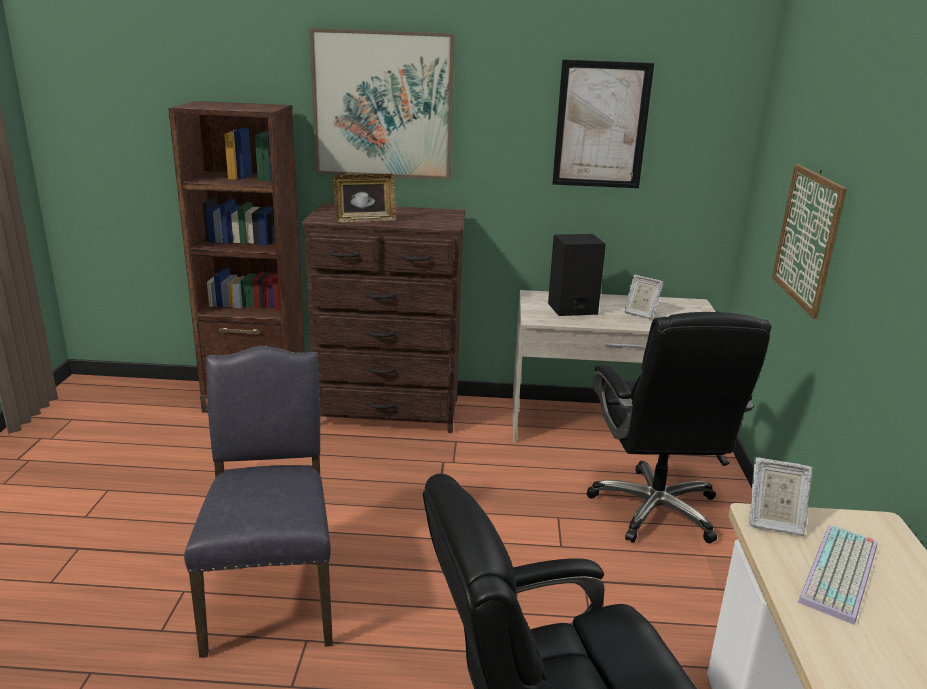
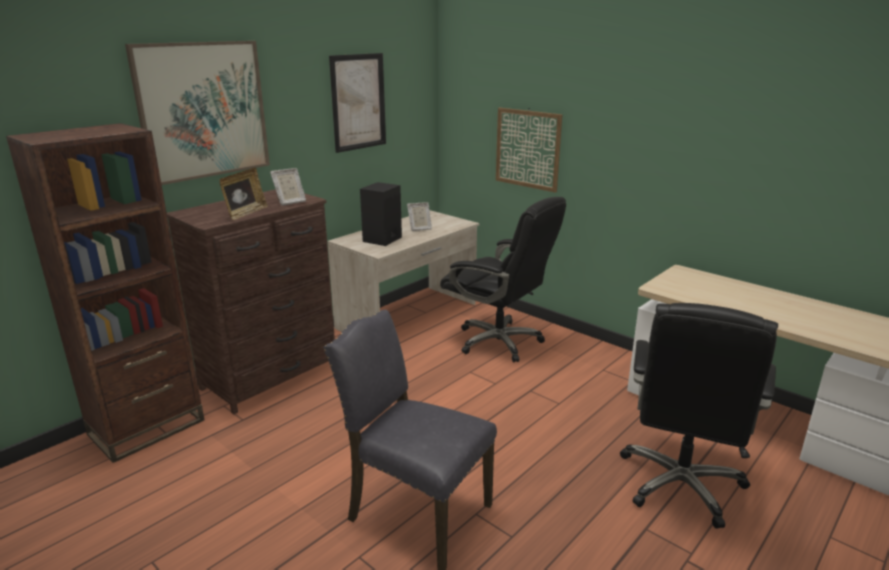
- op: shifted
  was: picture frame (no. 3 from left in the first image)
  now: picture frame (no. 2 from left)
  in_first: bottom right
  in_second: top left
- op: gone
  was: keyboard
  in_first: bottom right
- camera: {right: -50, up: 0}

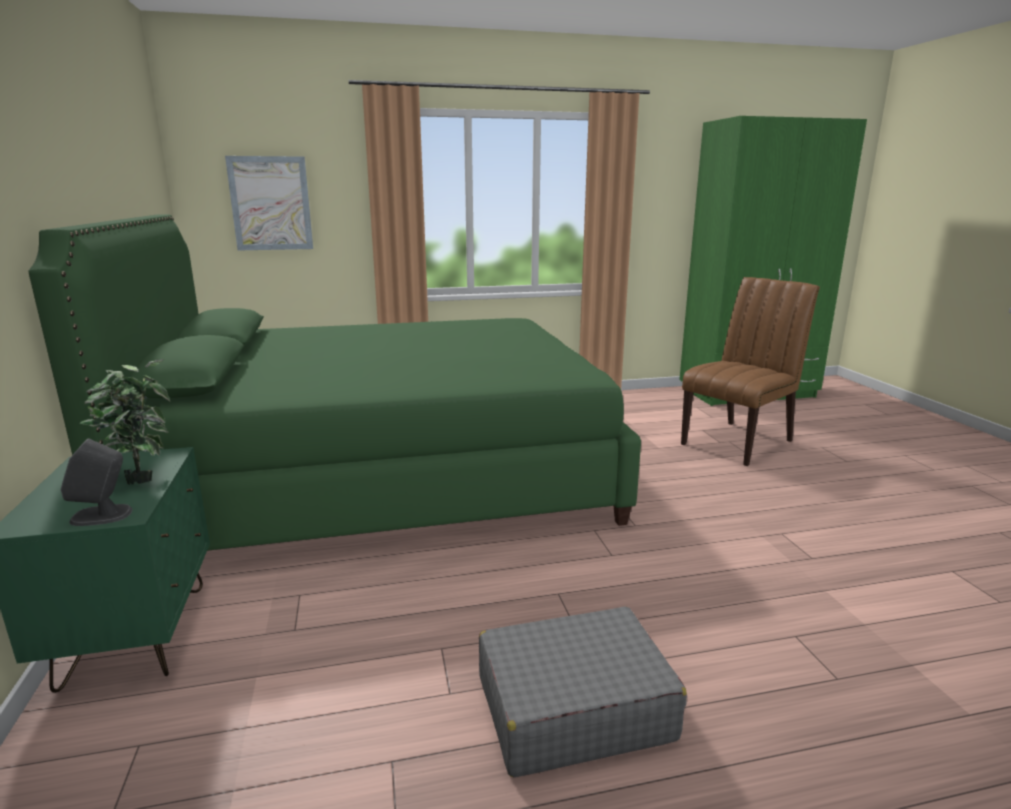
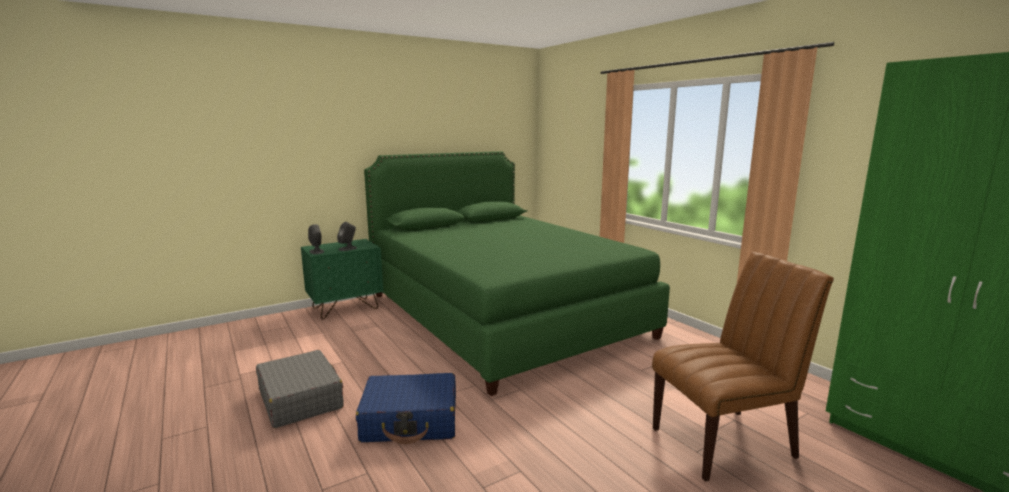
- op: gone
  was: picture
  in_first: top left
- op: rotated
  was: brown chair
  in_first: middle right
  in_second: bottom right
  clockwise: -45
- op: swapped
  was: potted plant
  now: grey speaker (no. 2 from left)
  in_first: middle left
  in_second: centre
- op: new
  now: blue suitcase
  in_second: bottom centre
- camera: {right: 70, up: -5}

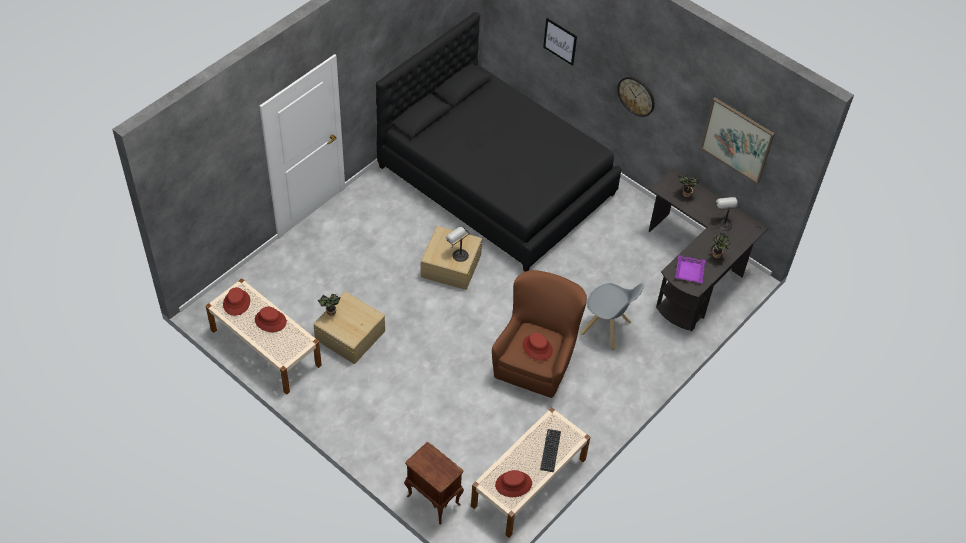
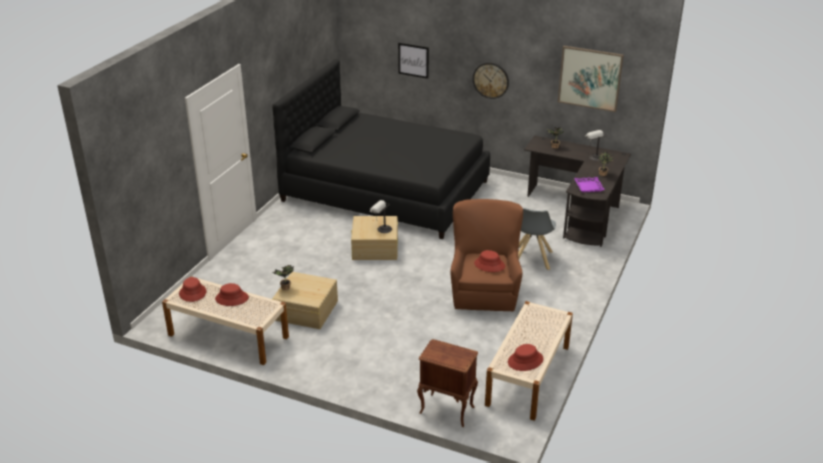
- op: rotated
  was: grey chair
  in_first: centre
  in_second: centre
  clockwise: 90
- op: gone
  was: keyboard
  in_first: bottom centre
- camera: {right: -15, up: -20}

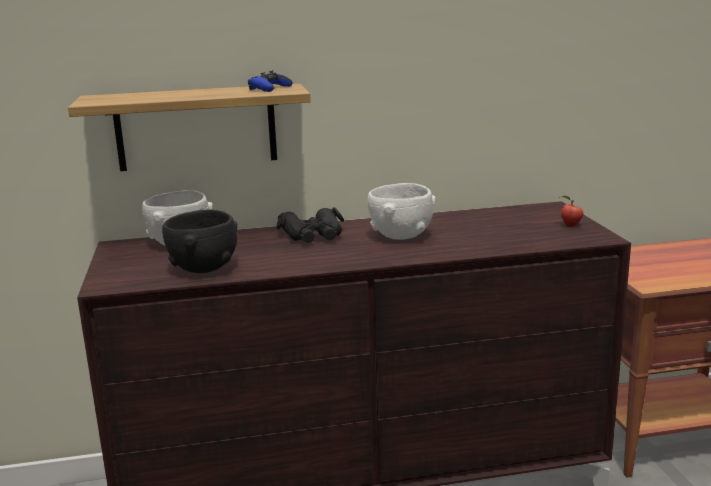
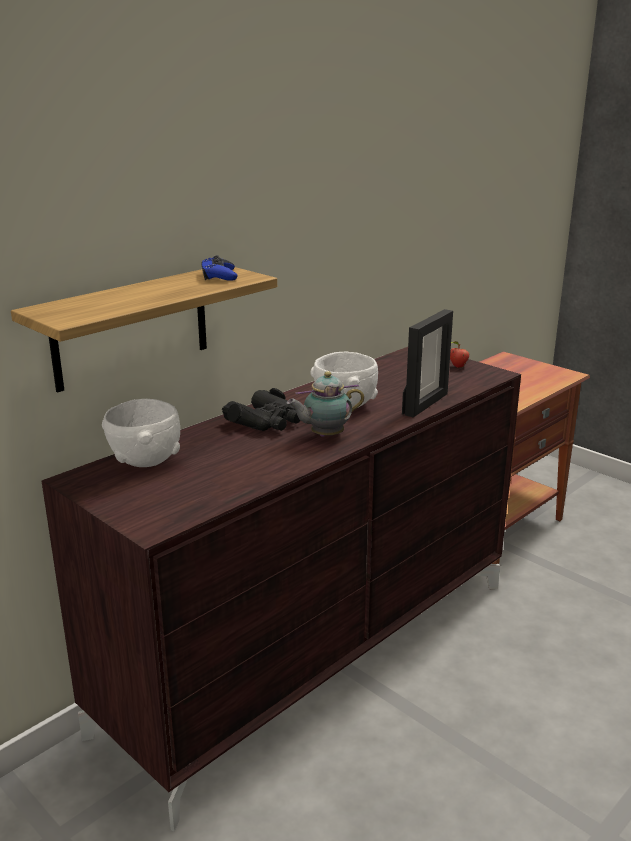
- op: gone
  was: black bowl
  in_first: middle left
- op: new
  now: picture frame
  in_second: middle right
- op: new
  now: teapot
  in_second: centre
- camera: {right: -35, up: 5}

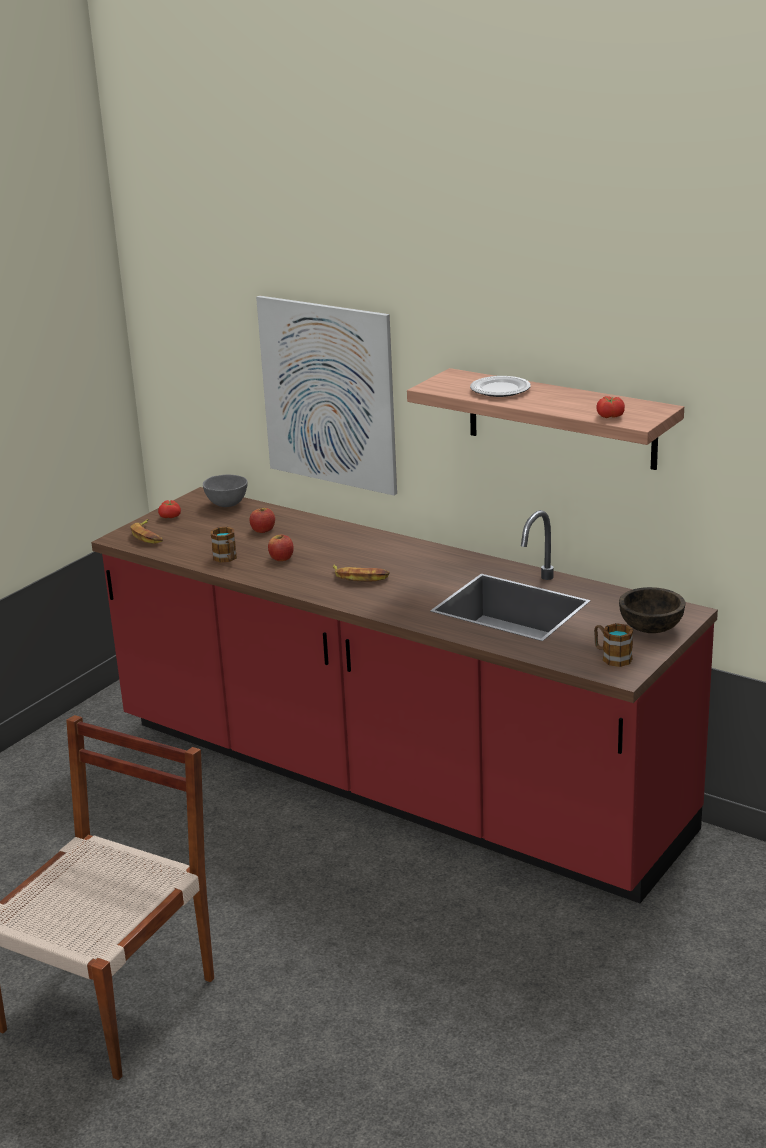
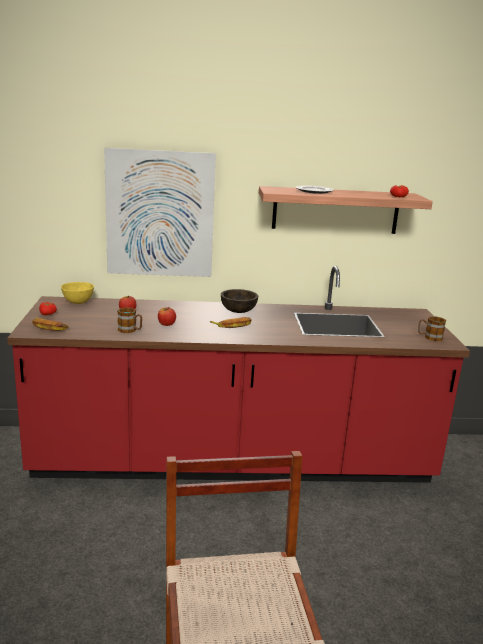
- op: repainted
  was: grey bowl
  now: yellow bowl
  in_first: middle left
  in_second: middle left
- op: shifted
  was: brown bowl
  in_first: middle right
  in_second: centre
- camera: {right: -40, up: -5}

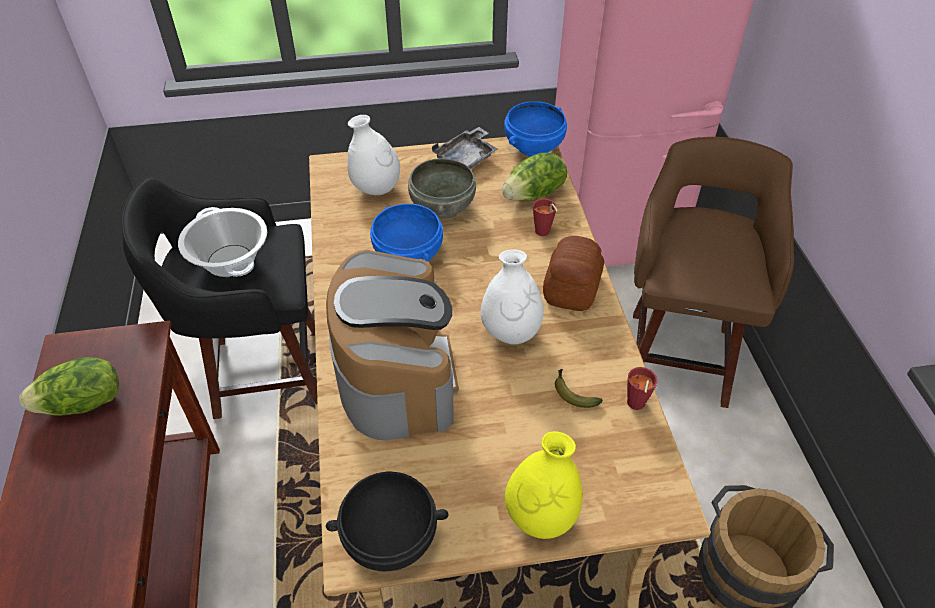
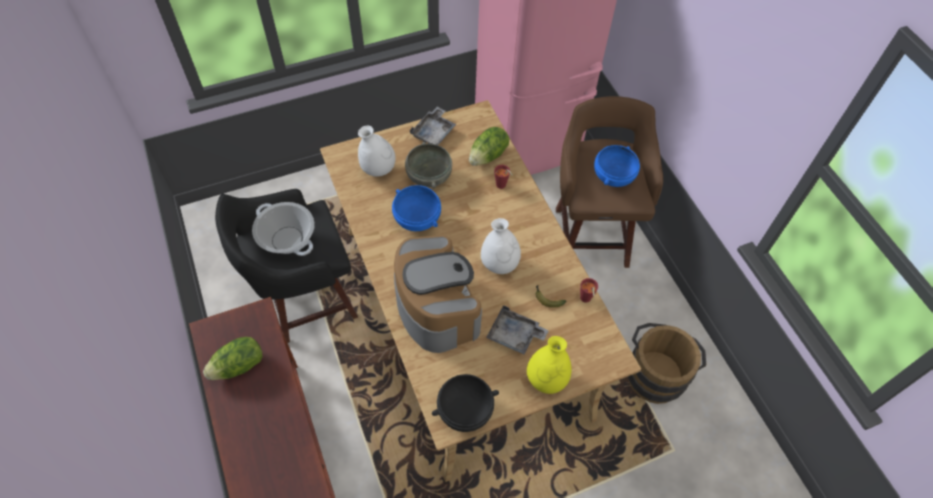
- op: shifted
  was: blue bowl (no. 2 from left)
  in_first: top centre
  in_second: centre
- op: gone
  was: bread
  in_first: centre
- op: new
  now: grey tray (no. 2 from left)
  in_second: centre
- camera: {right: -15, up: 10}

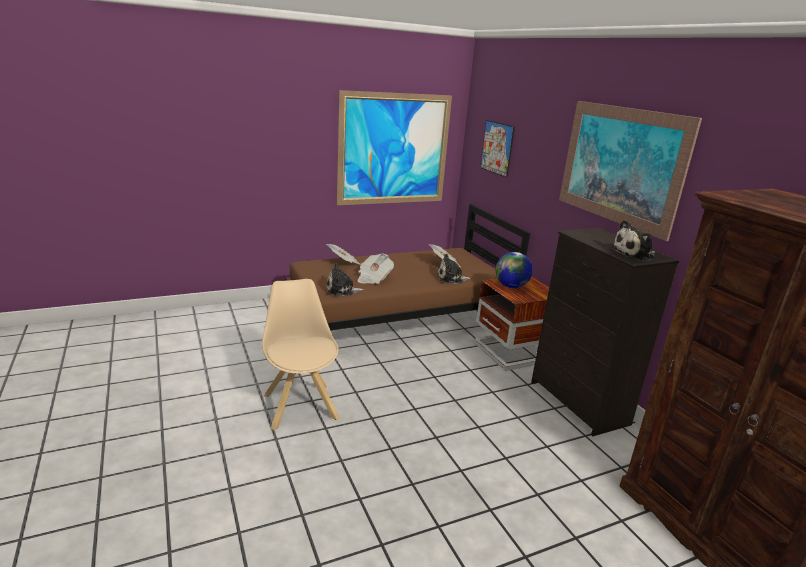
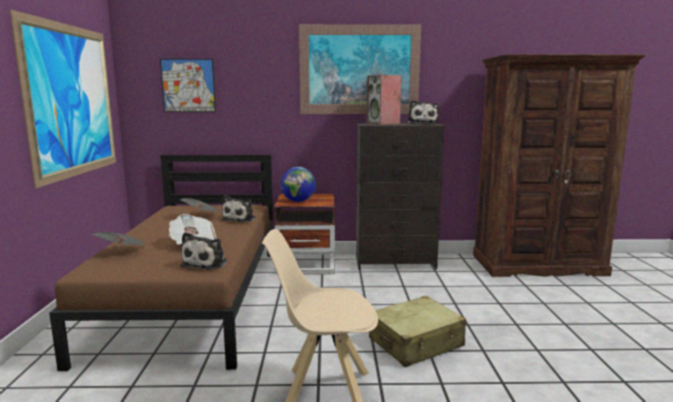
- op: new
  now: speaker
  in_second: top centre
- op: new
  now: beige suitcase
  in_second: bottom centre
- camera: {right: -65, up: -10}

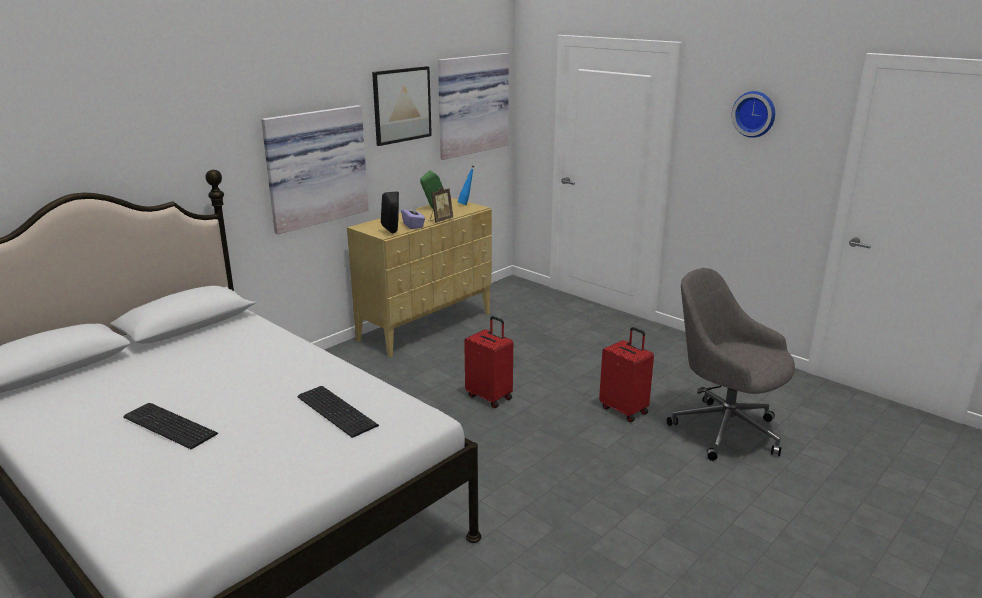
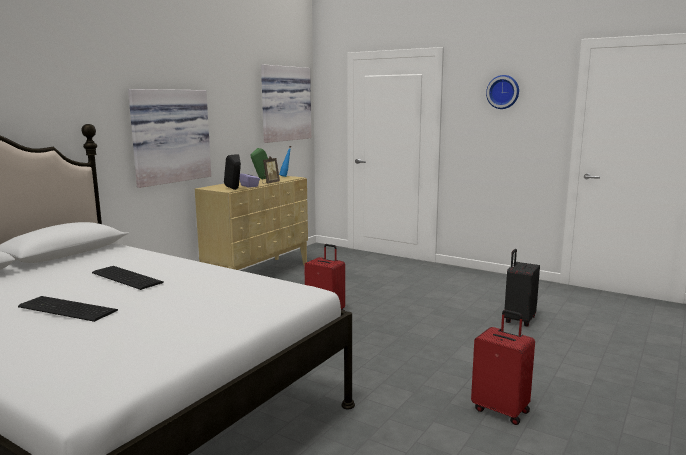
- op: gone
  was: picture (no. 2 from left)
  in_first: top centre
- op: swapped
  was: grey office chair
  now: black suitcase
  in_first: middle right
  in_second: middle right
- op: shifted
  was: red suitcase (no. 2 from left)
  in_first: centre
  in_second: bottom right
- op: shifted
  was: keyboard (no. 2 from left)
  in_first: bottom centre
  in_second: middle left
- camera: {right: -10, up: -10}

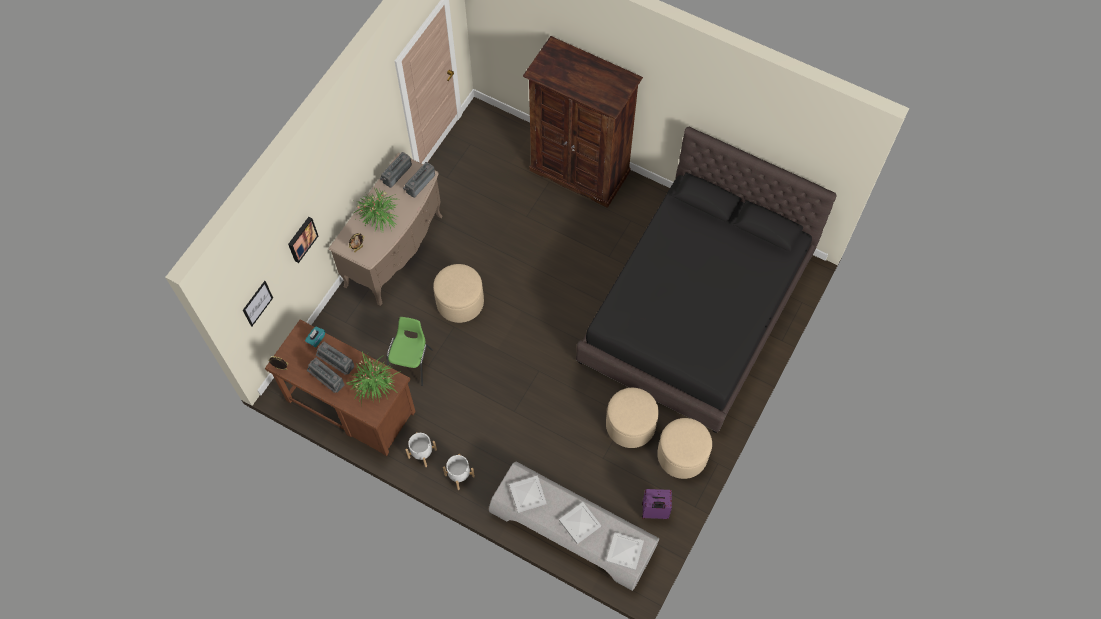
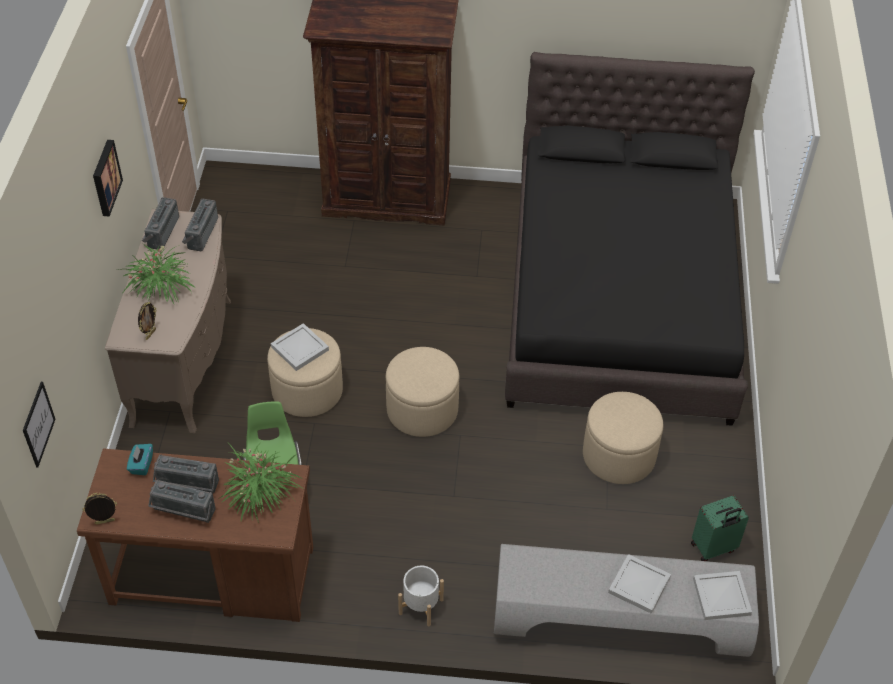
- op: shifted
  was: picture (no. 2 from left)
  in_first: middle left
  in_second: top left
- op: shifted
  was: beige ottoman (no. 3 from left in the first image)
  now: beige ottoman (no. 2 from left)
  in_first: bottom centre
  in_second: centre
- op: gone
  was: white planter (no. 1 from left)
  in_first: bottom centre
- op: shifted
  was: white tray (no. 1 from left)
  in_first: bottom centre
  in_second: centre
- op: repainted
  was: purple suitcase
  now: green suitcase
  in_first: bottom centre
  in_second: bottom right
- camera: {right: -25, up: -15}

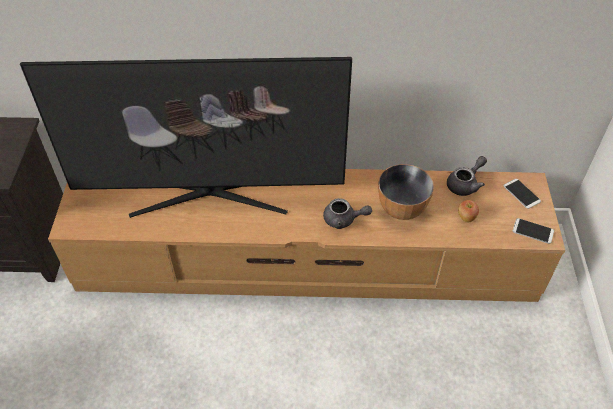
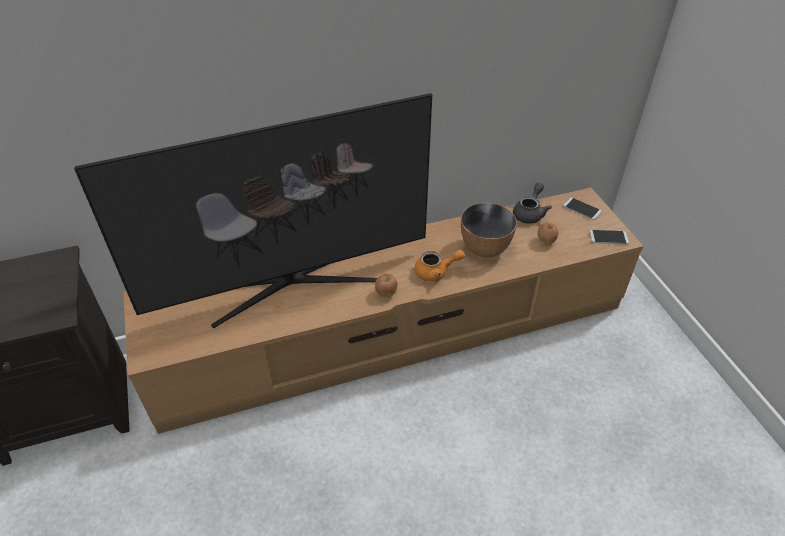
- op: repainted
  was: grey teapot (no. 1 from left)
  now: orange teapot
  in_first: centre
  in_second: centre
- op: new
  now: apple (no. 1 from left)
  in_second: centre
- camera: {right: -20, up: -5}

